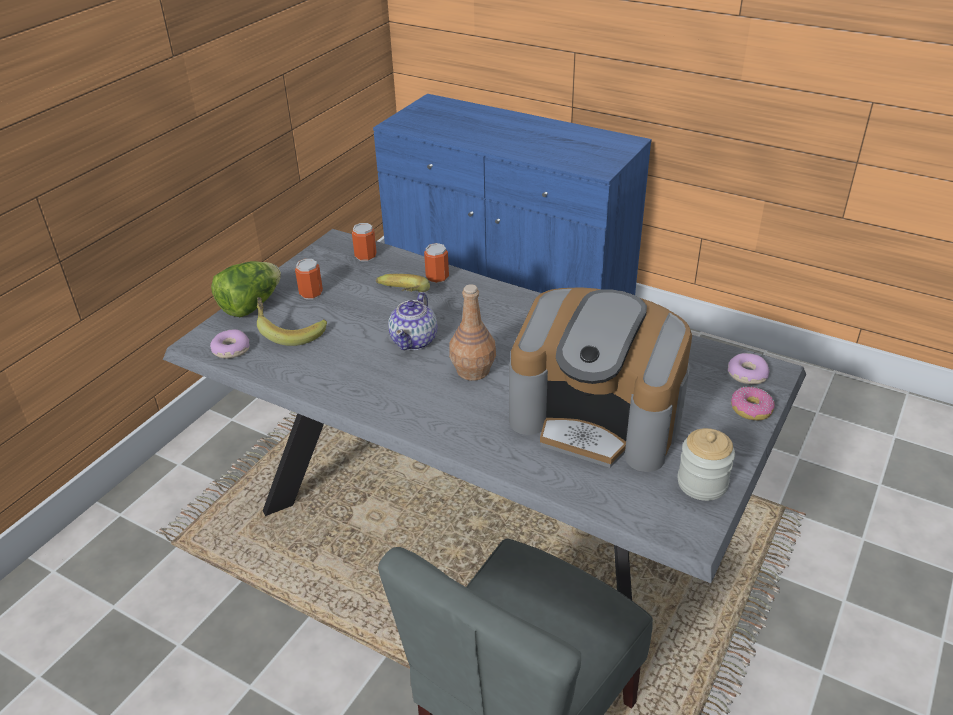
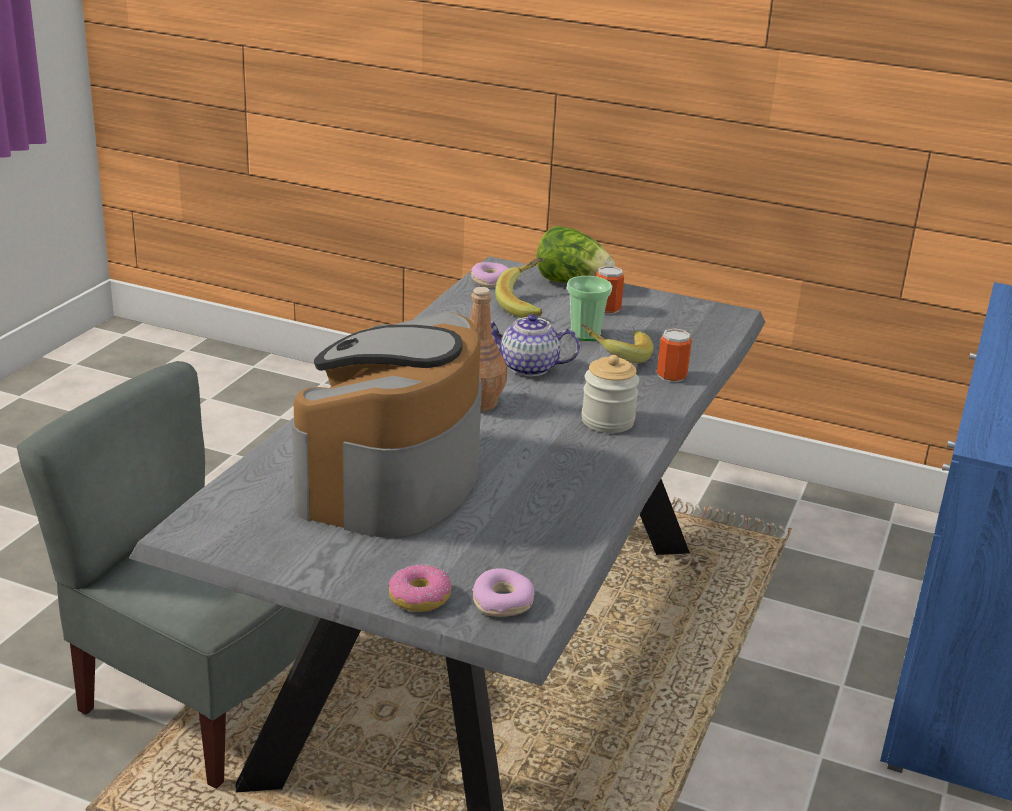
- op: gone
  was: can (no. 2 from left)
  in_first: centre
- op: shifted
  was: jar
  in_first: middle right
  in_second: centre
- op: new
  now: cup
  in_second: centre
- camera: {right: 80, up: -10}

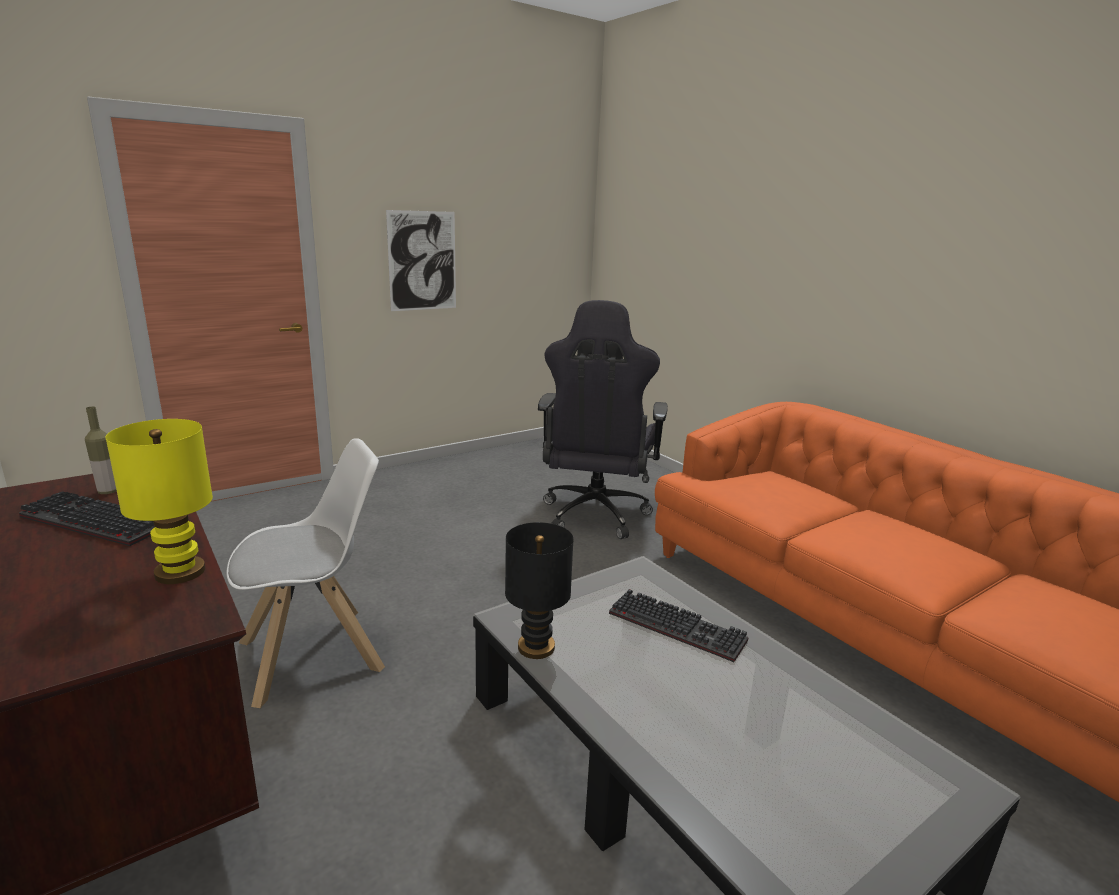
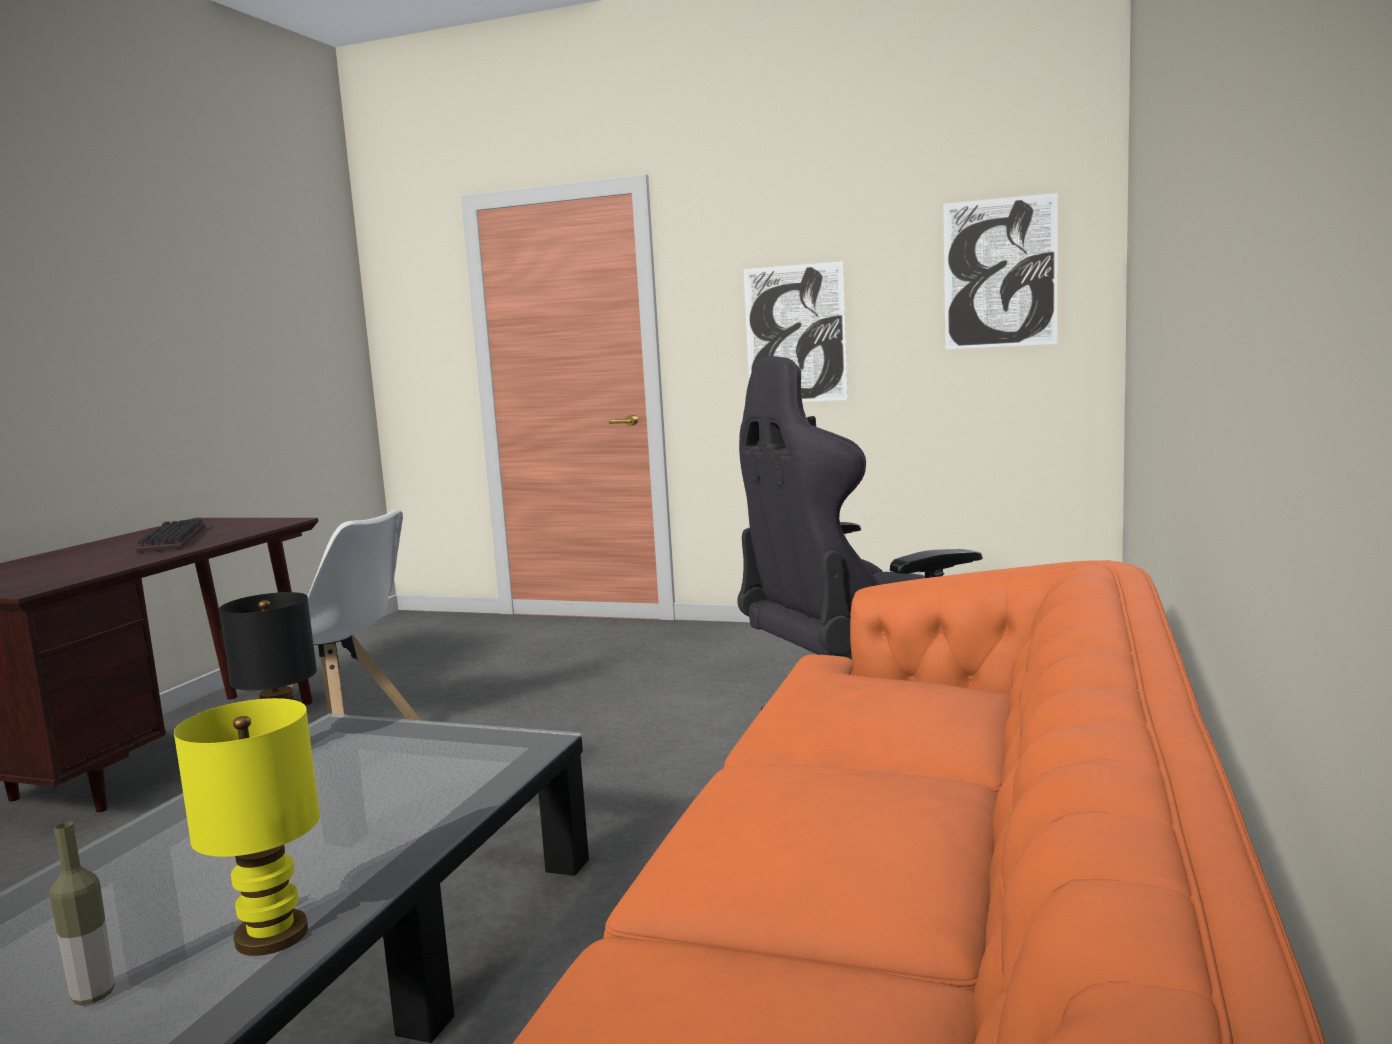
- op: shifted
  was: bottle
  in_first: middle left
  in_second: bottom left
- op: shifted
  was: yellow table lamp
  in_first: middle left
  in_second: bottom left
- op: gone
  was: keyboard (no. 2 from left)
  in_first: bottom centre
- op: new
  now: picture (no. 2 from left)
  in_second: top right
- camera: {right: 55, up: -10}

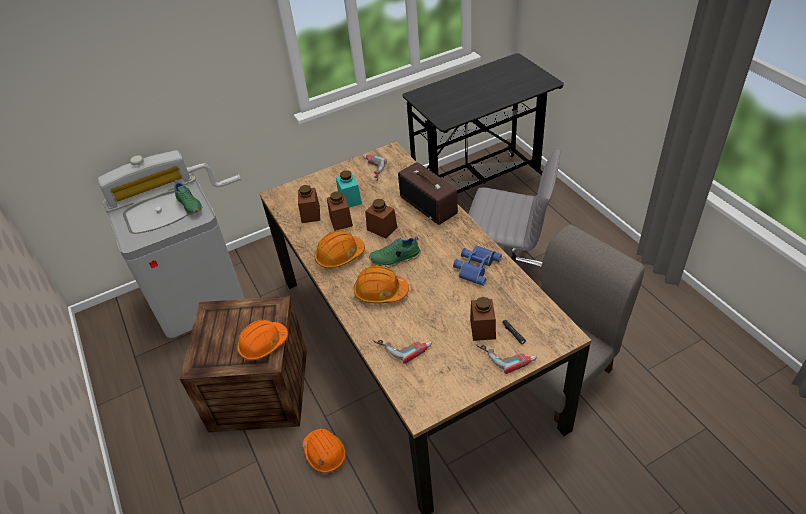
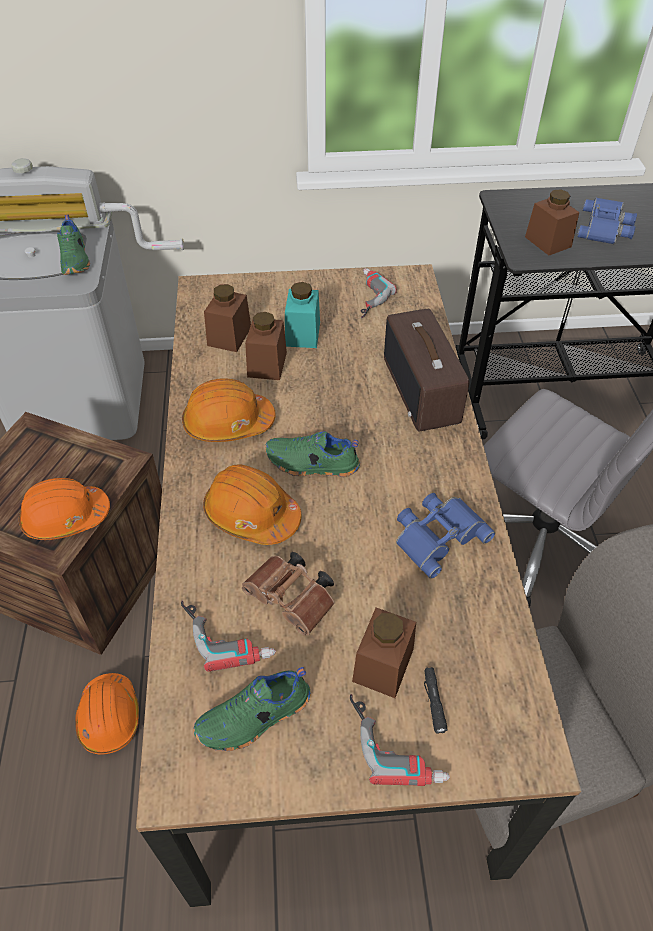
- op: shifted
  was: brown jar (no. 3 from left in the first image)
  now: brown jar (no. 4 from left)
  in_first: centre
  in_second: top right
- op: new
  now: blue binoculars (no. 2 from left)
  in_second: top right
- op: new
  now: brown binoculars
  in_second: centre
- op: new
  now: green shoe (no. 2 from left)
  in_second: bottom centre
- camera: {right: 20, up: 5}

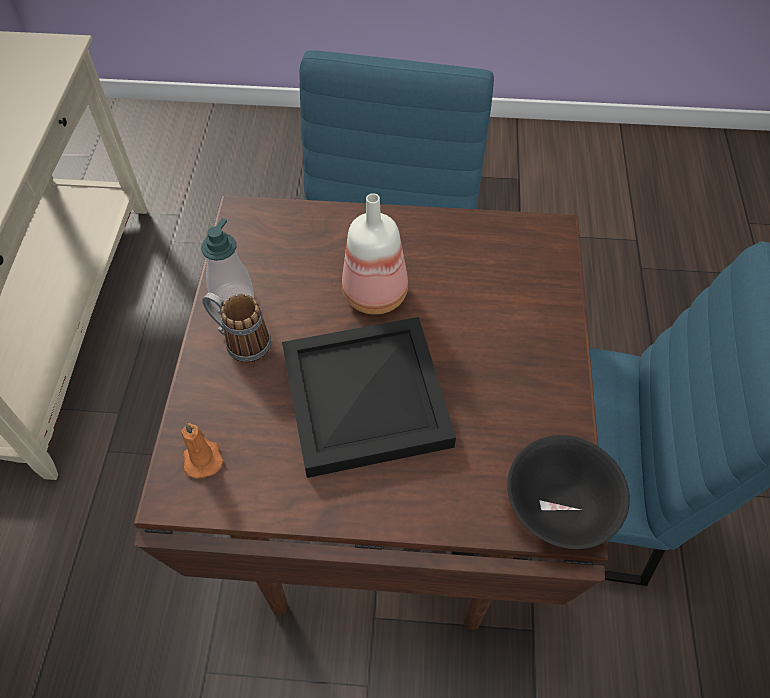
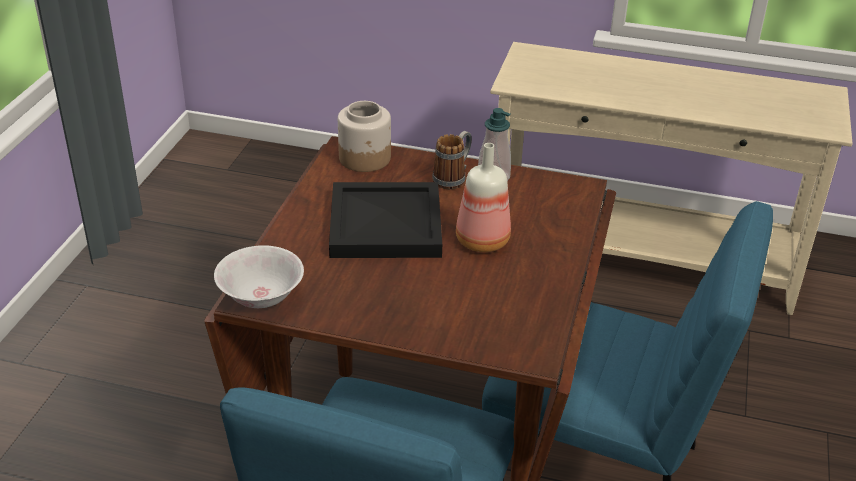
- op: swapped
  was: orange candle
  now: jar
  in_first: middle left
  in_second: top centre
- op: repainted
  was: black bowl
  now: white bowl
  in_first: bottom right
  in_second: middle left
- camera: {right: 100, up: -20}

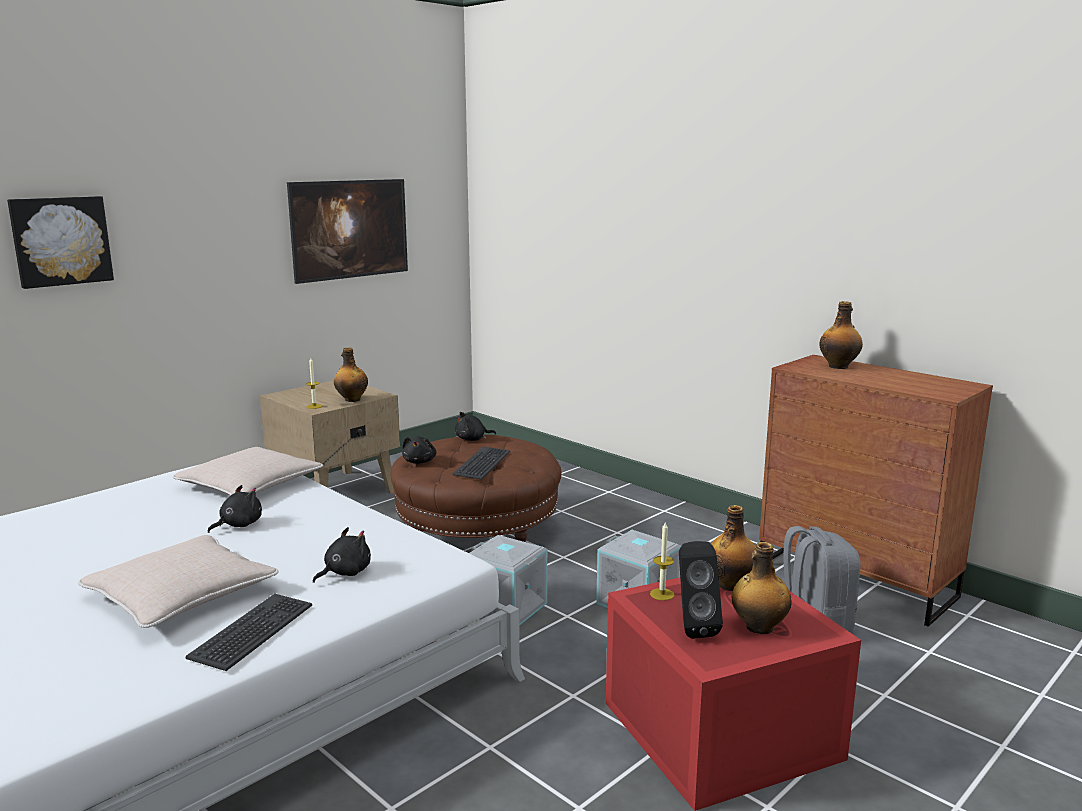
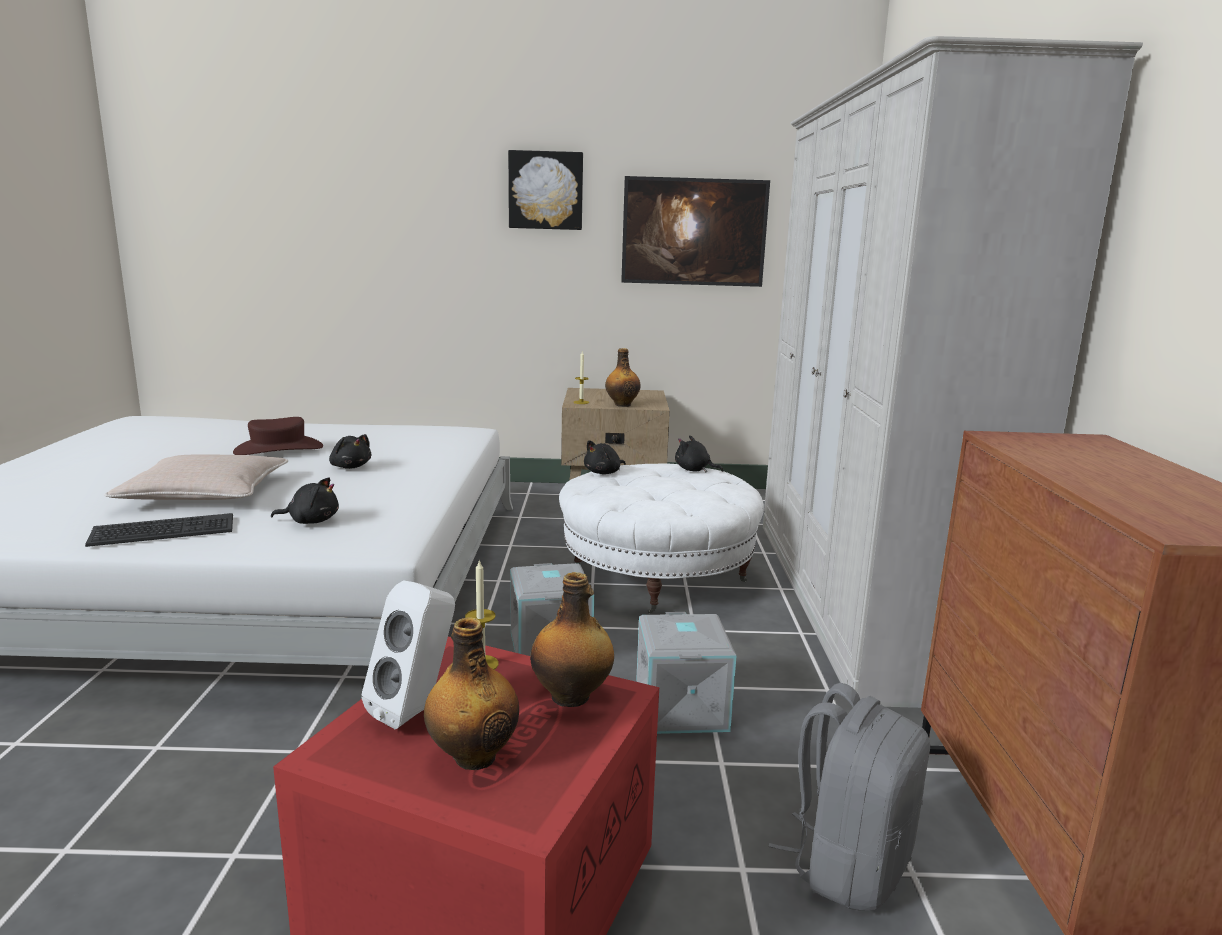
- op: shifted
  was: picture (no. 1 from left)
  in_first: top left
  in_second: top centre
- op: gone
  was: bottle (no. 4 from left)
  in_first: middle right
- op: repainted
  was: brown ottoman
  now: white ottoman
  in_first: centre
  in_second: centre
- op: gone
  was: beige pillow (no. 2 from left)
  in_first: middle left
- op: gone
  was: keyboard (no. 2 from left)
  in_first: centre
- op: rotated
  was: black plush toy (no. 1 from left in the first image)
  in_first: middle left
  in_second: middle left
  clockwise: 45
- op: repainted
  was: black speaker
  now: white speaker
  in_first: bottom centre
  in_second: bottom centre
- op: new
  now: white wardrobe
  in_second: middle right
- op: new
  now: brown hat
  in_second: middle left
- camera: {right: 45, up: 0}

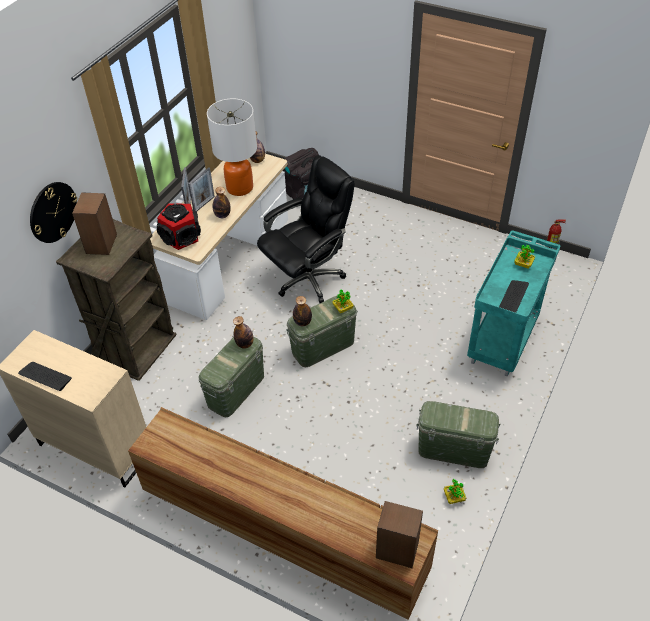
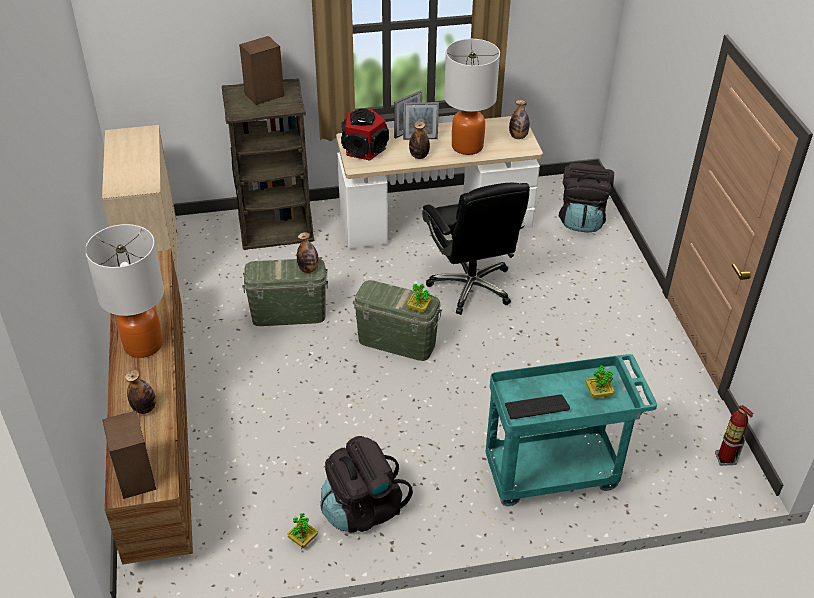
- op: rotated
  was: black office chair
  in_first: centre
  in_second: centre
  clockwise: 60
- op: gone
  was: wall clock
  in_first: middle left
- op: shifted
  was: bottle (no. 4 from left in the first image)
  now: bottle (no. 1 from left)
  in_first: centre
  in_second: middle left
- op: gone
  was: keyboard (no. 1 from left)
  in_first: middle left
- op: swapped
  was: green storage box (no. 3 from left)
  now: black backpack (no. 1 from left)
  in_first: bottom right
  in_second: bottom centre
- op: new
  now: table lamp (no. 1 from left)
  in_second: middle left
- camera: {right: 50, up: -5}

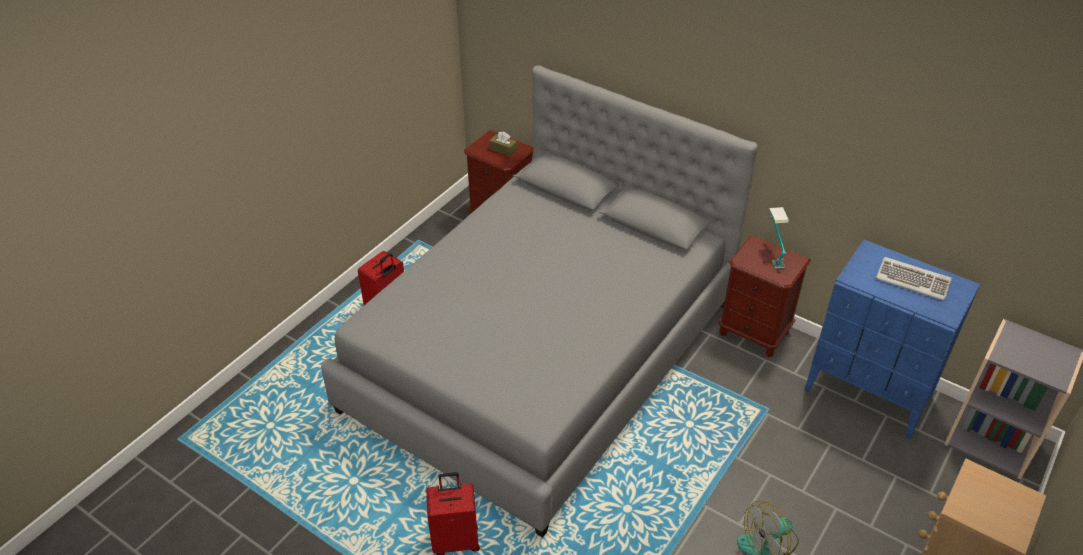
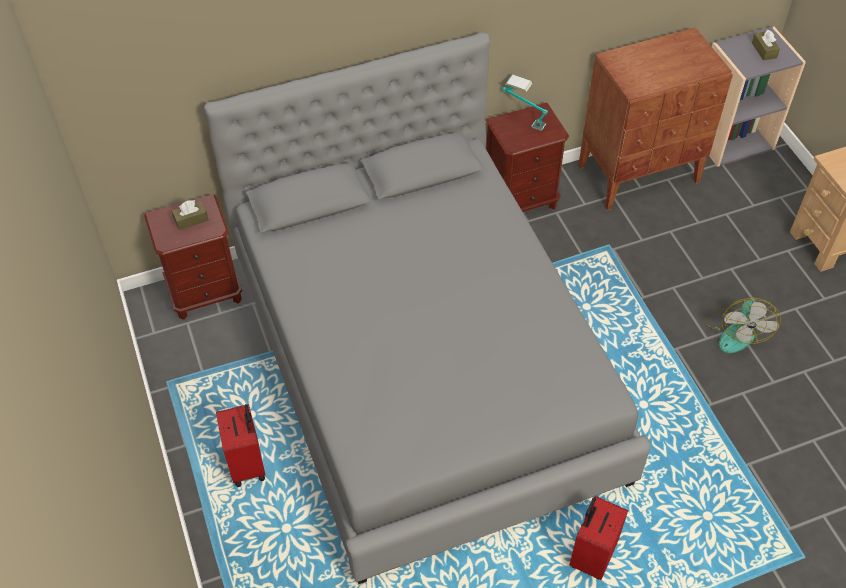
- op: repainted
  was: blue dresser
  now: brown dresser
  in_first: middle right
  in_second: top right
- op: gone
  was: keyboard
  in_first: middle right
- op: new
  now: brown tissue box (no. 2 from left)
  in_second: top right
- camera: {right: -55, up: 10}

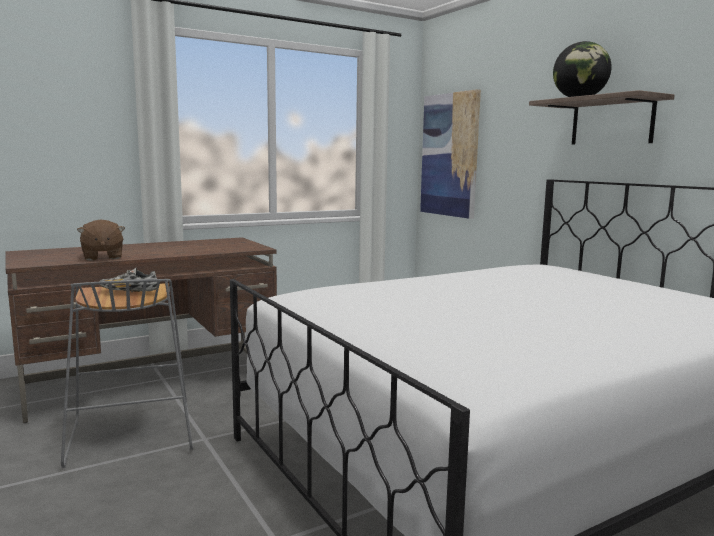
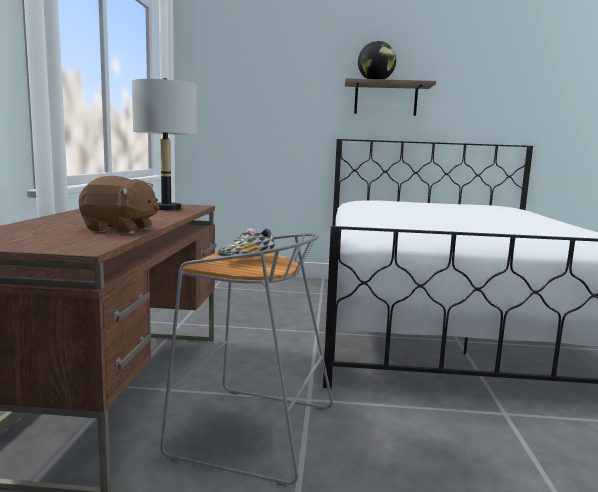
- op: gone
  was: picture
  in_first: top centre
- op: new
  now: grey table lamp
  in_second: top left
- camera: {right: -55, up: 0}

